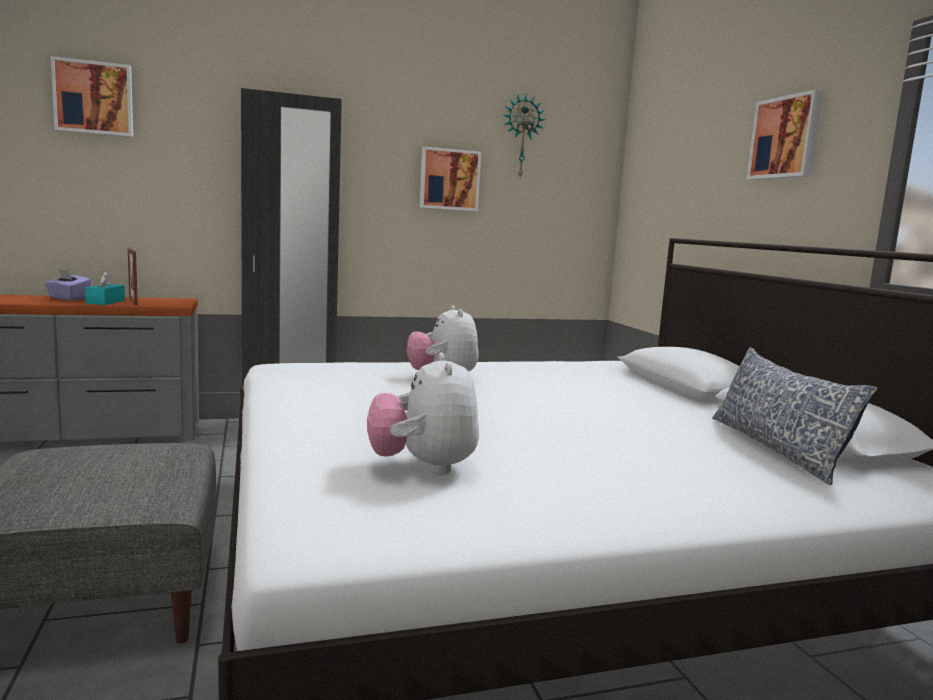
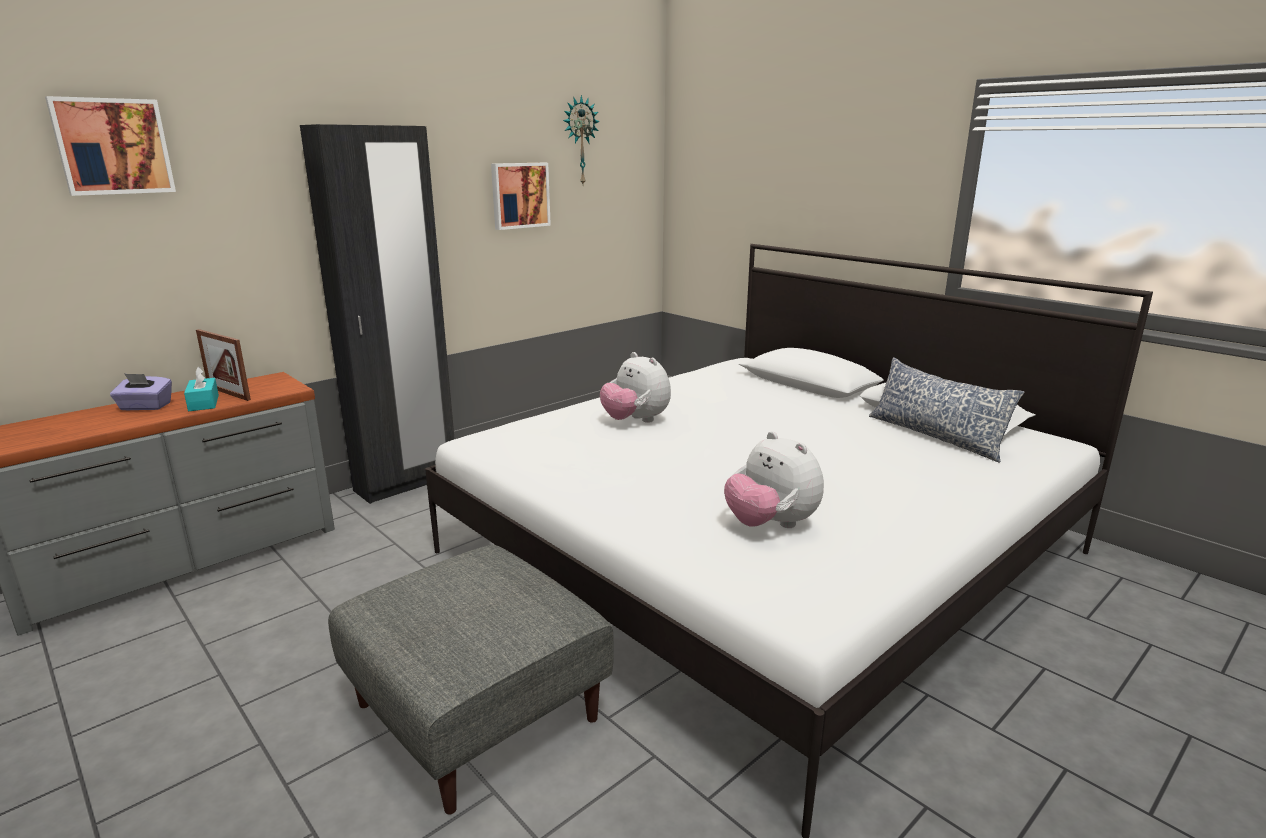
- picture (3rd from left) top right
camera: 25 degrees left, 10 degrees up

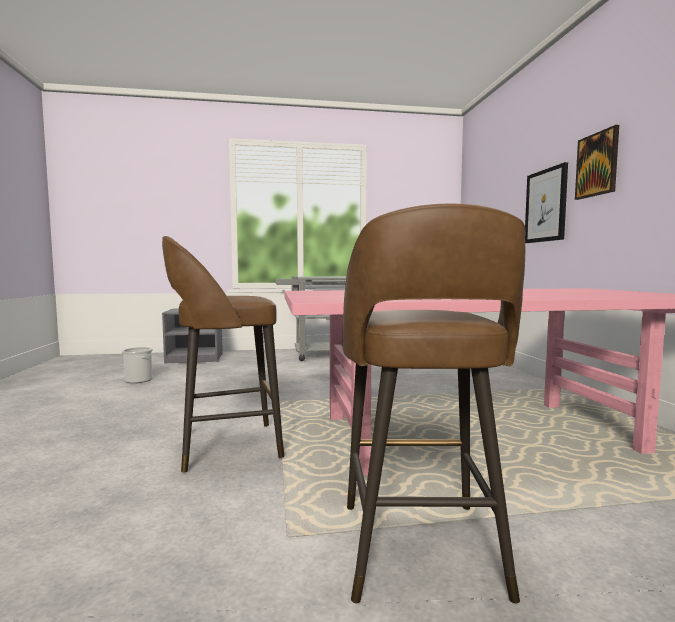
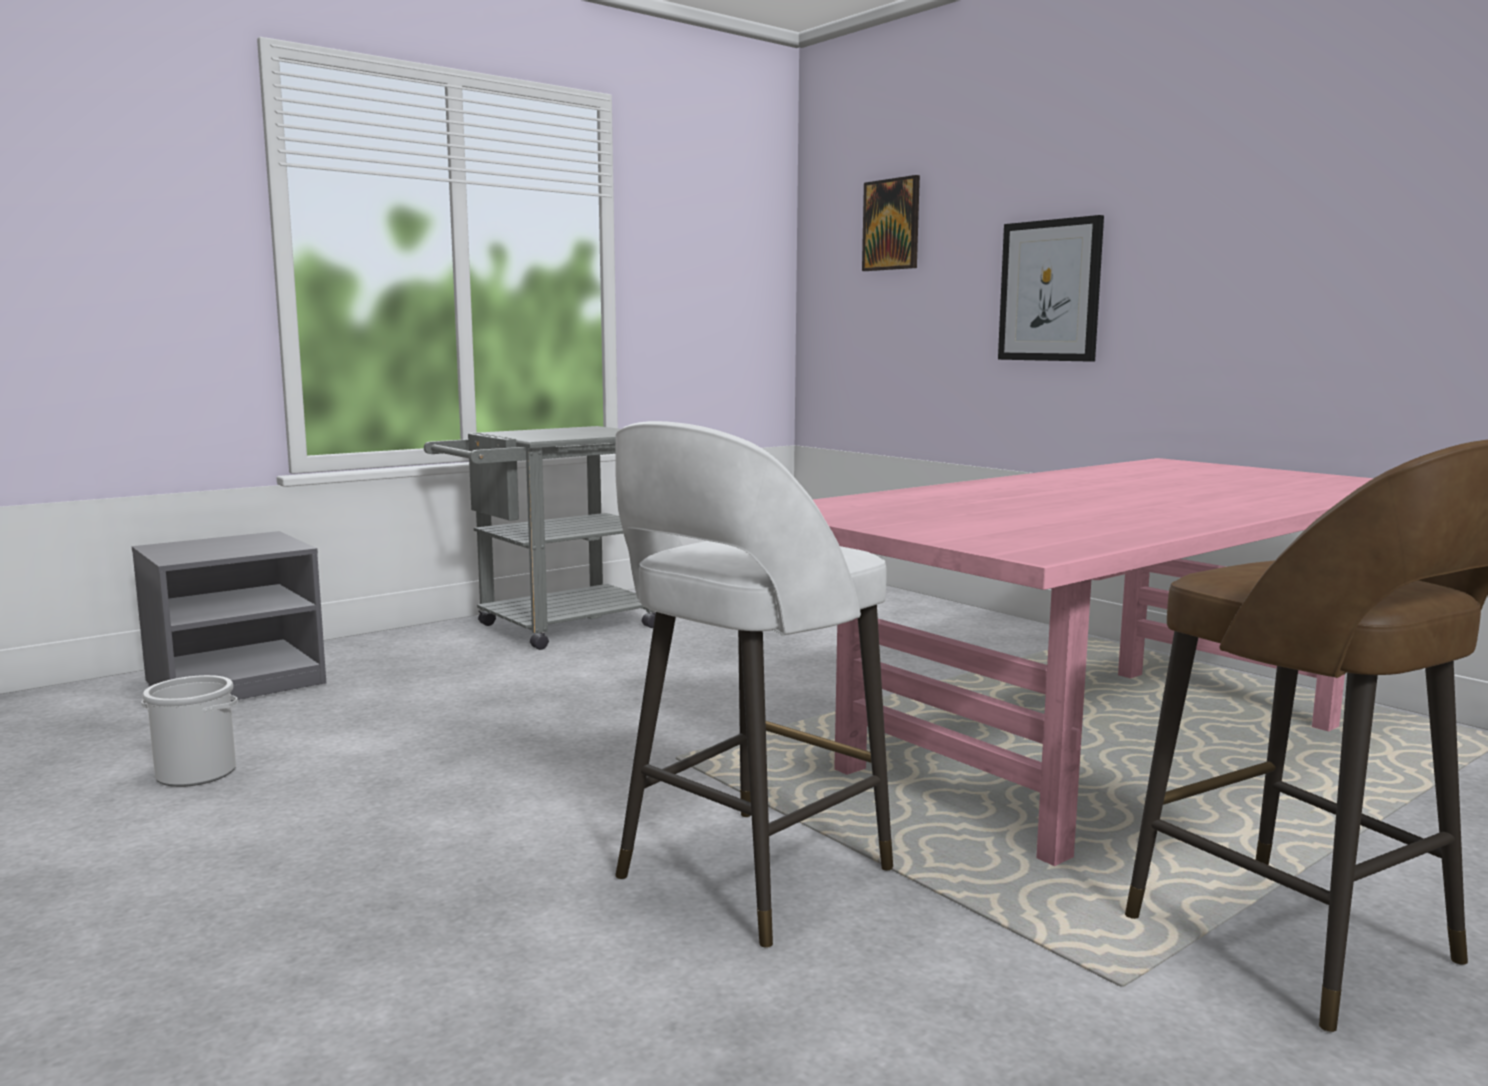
~ stool (brown) (1st from left) middle left to stool (white) centre
~ picture (2nd from left in the first image) top right to picture (1st from left) top centre
camera: 30 degrees left, 5 degrees up

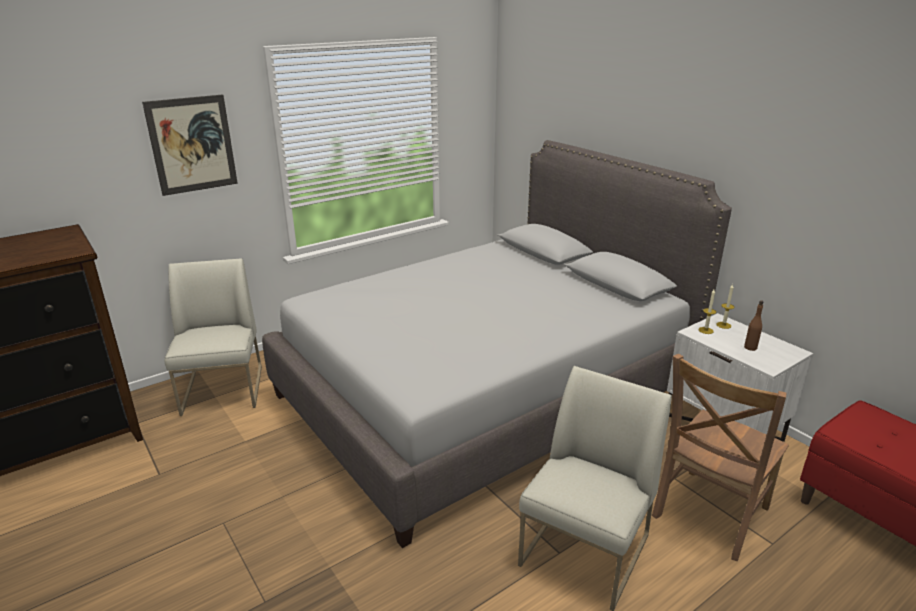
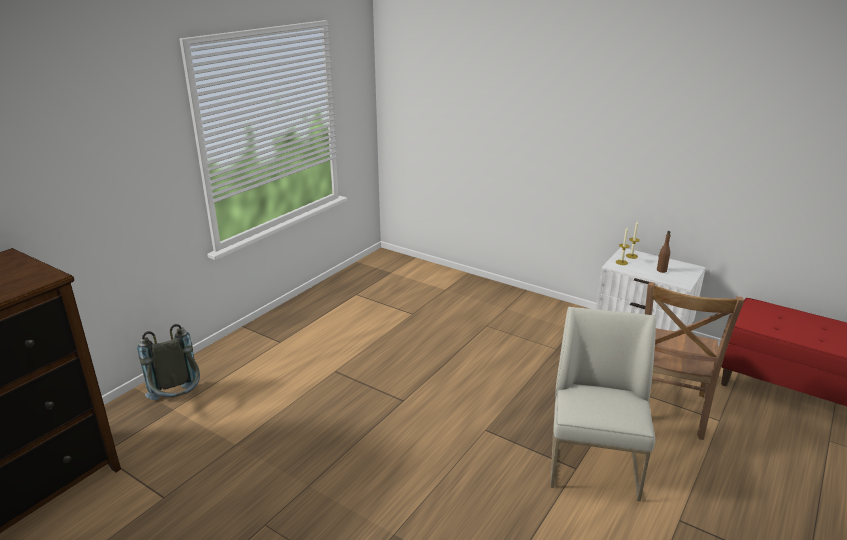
- picture top left
~ chair (white) (1st from left) middle left to backpack (grey) bottom left
- bed (grey) centre
camera: 20 degrees left, 0 degrees up

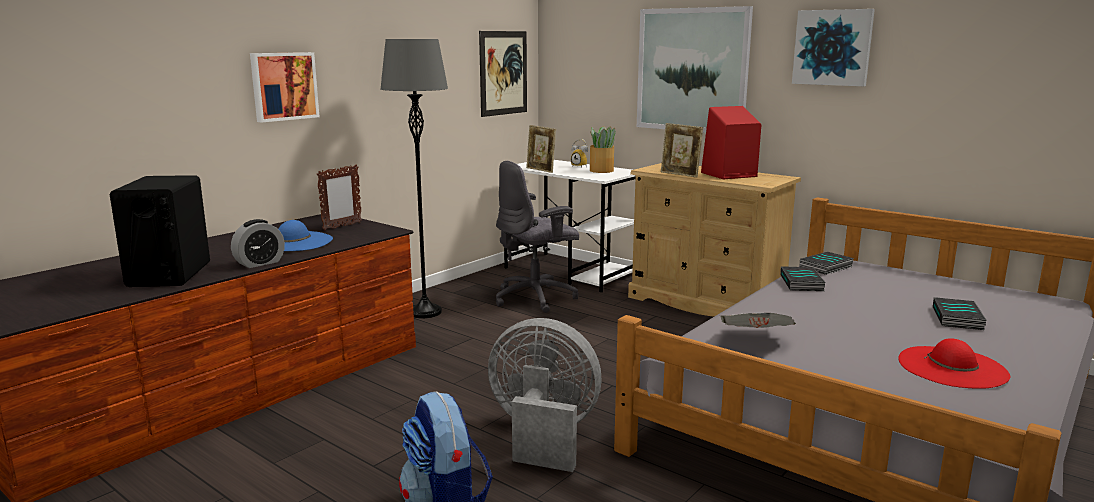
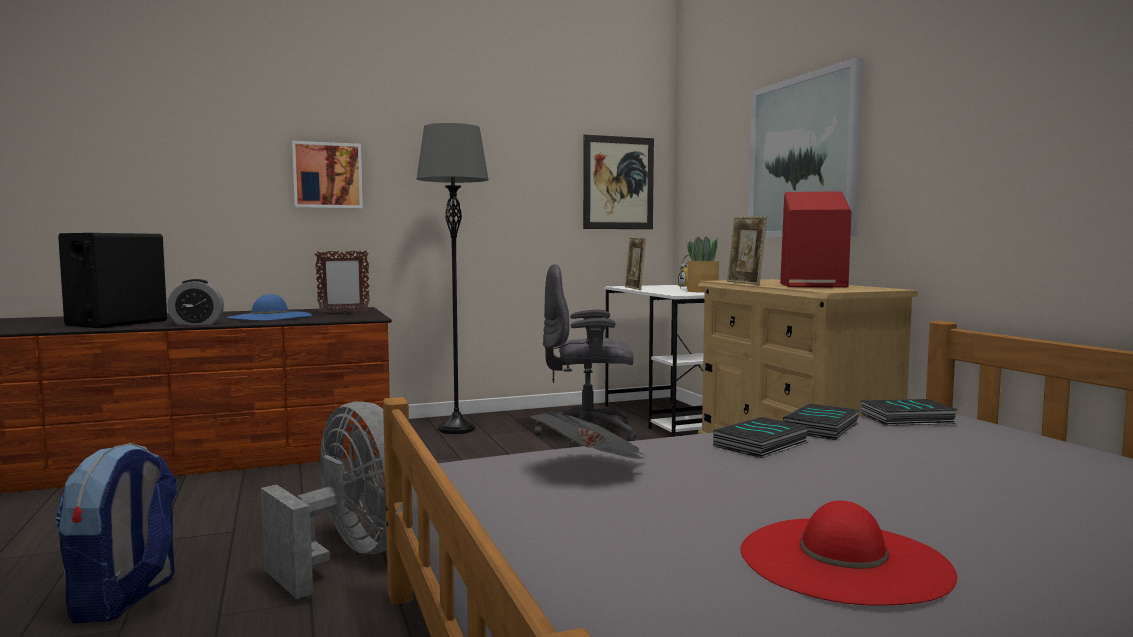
- picture (4th from left) top right
~ book (3rd from left in the first image) middle right to book (1st from left) bottom right
camera: 30 degrees right, 10 degrees down

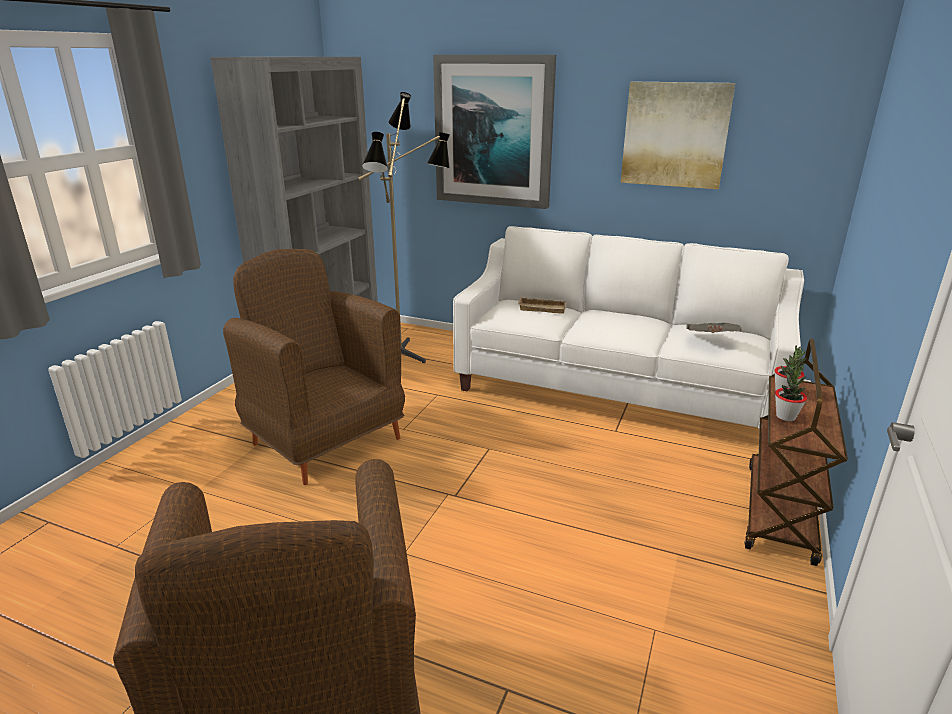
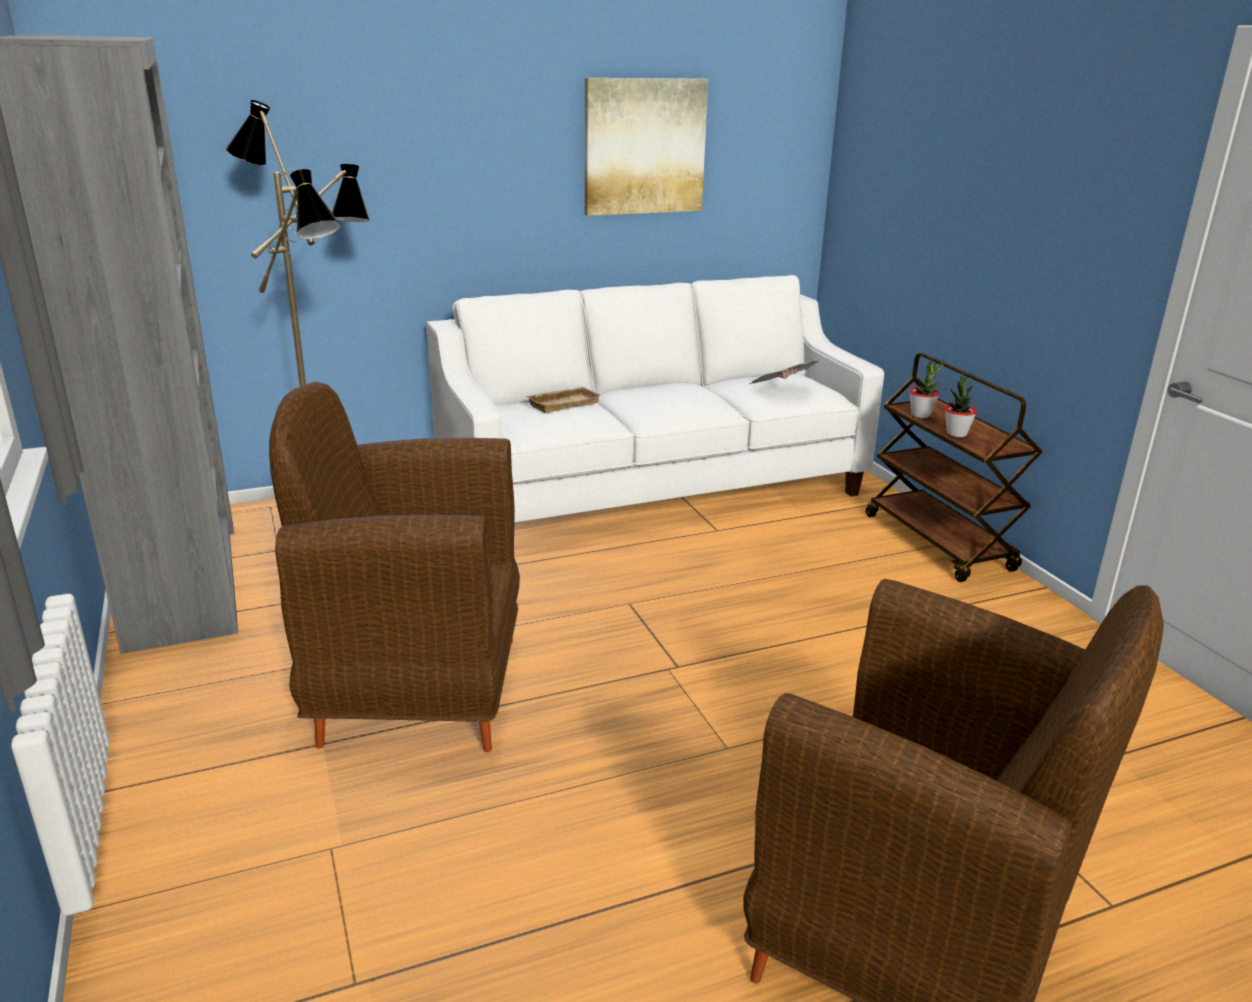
- picture (1st from left) top centre
camera: 45 degrees left, 0 degrees up

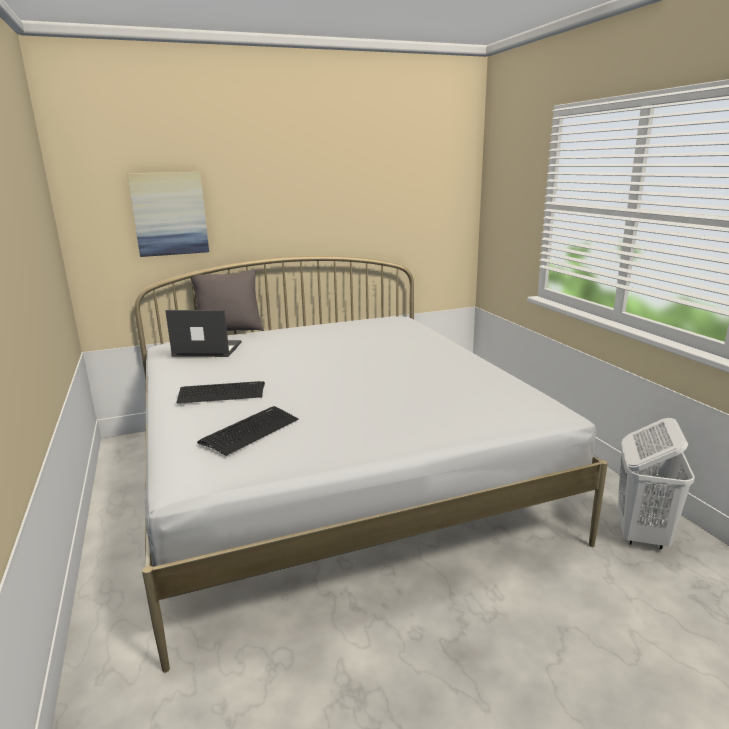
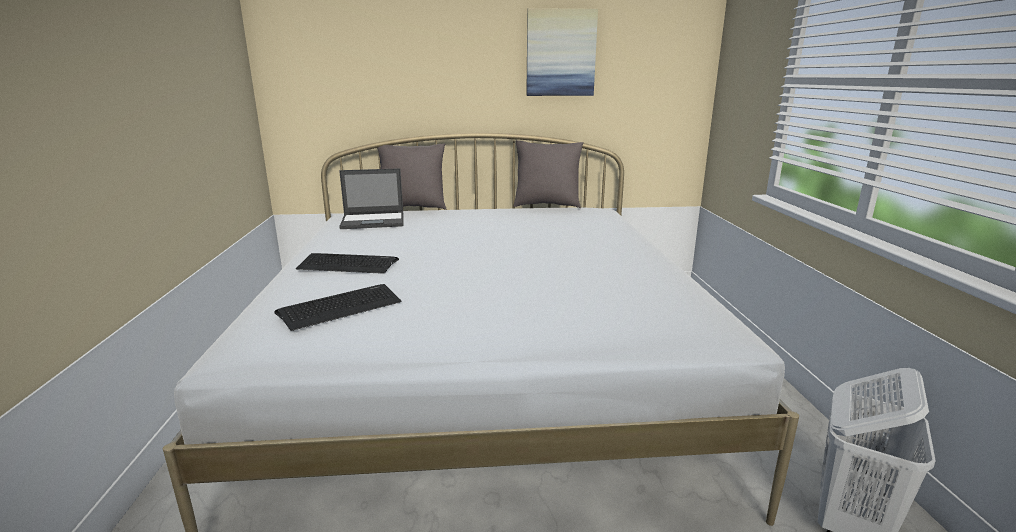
~ picture top left to top centre
~ laptop middle left = centre 150 degrees clockwise
+ pillow (grey) (2nd from left) top centre
camera: 15 degrees right, 0 degrees up

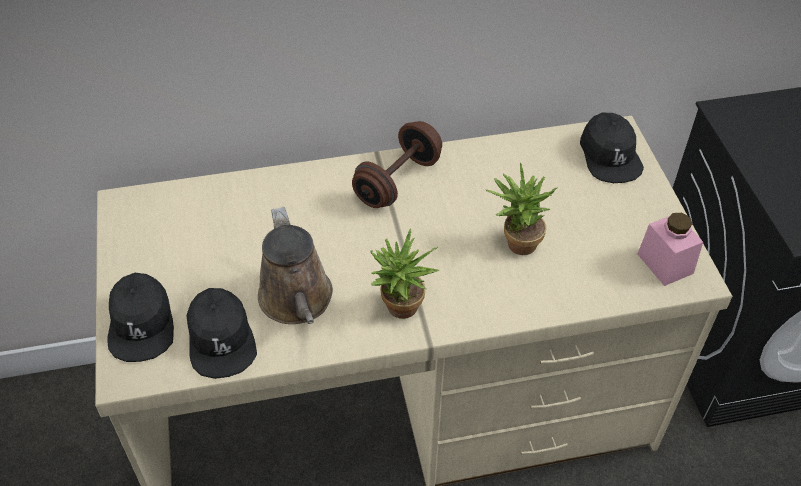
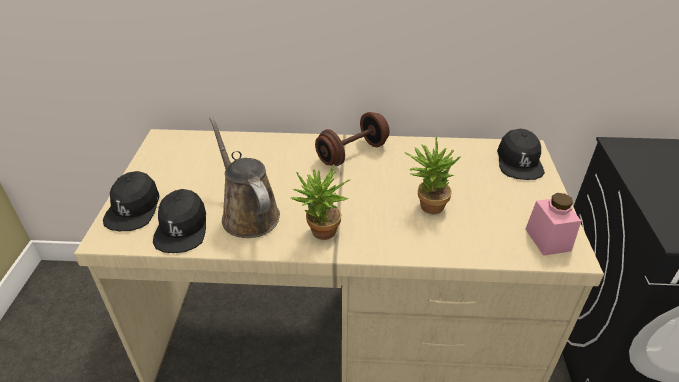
~ watering can (brown) centre = centre 150 degrees clockwise
camera: 15 degrees right, 10 degrees down

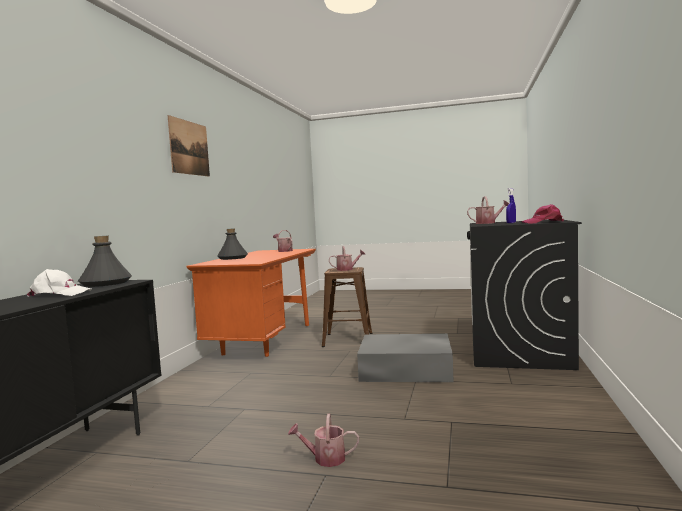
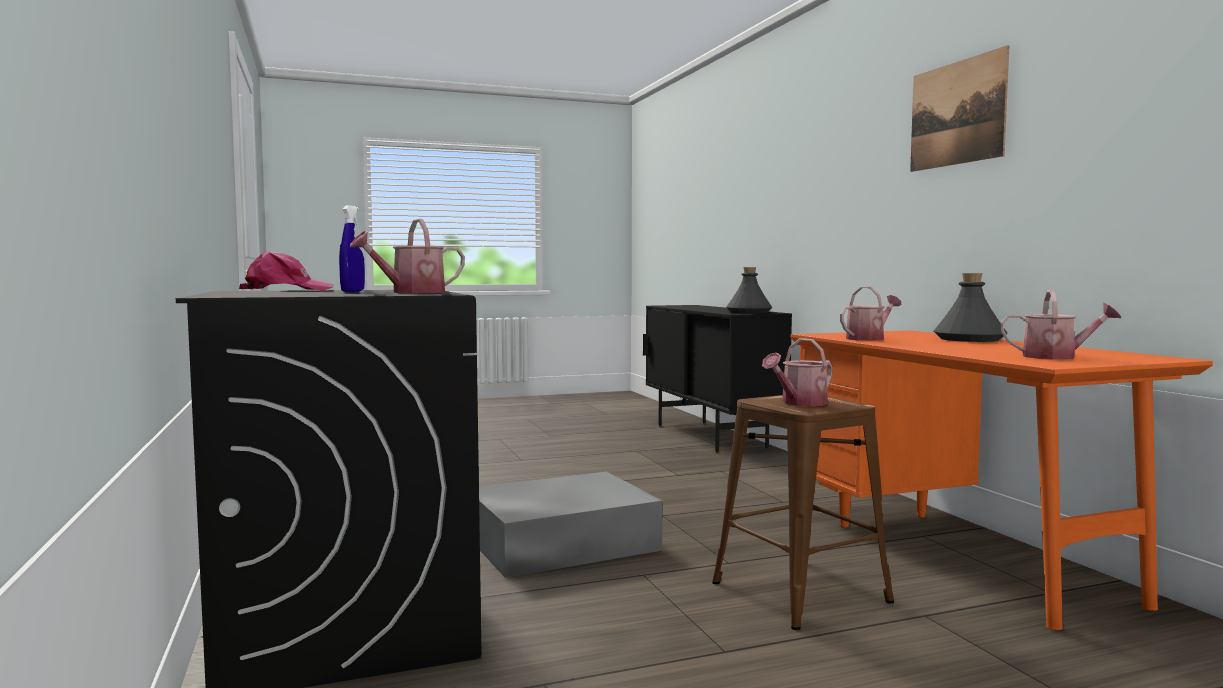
- cap (white) middle left
~ watering can (2nd from left in the first image) bottom centre to watering can (3rd from left) middle right
camera: 145 degrees right, 0 degrees up

